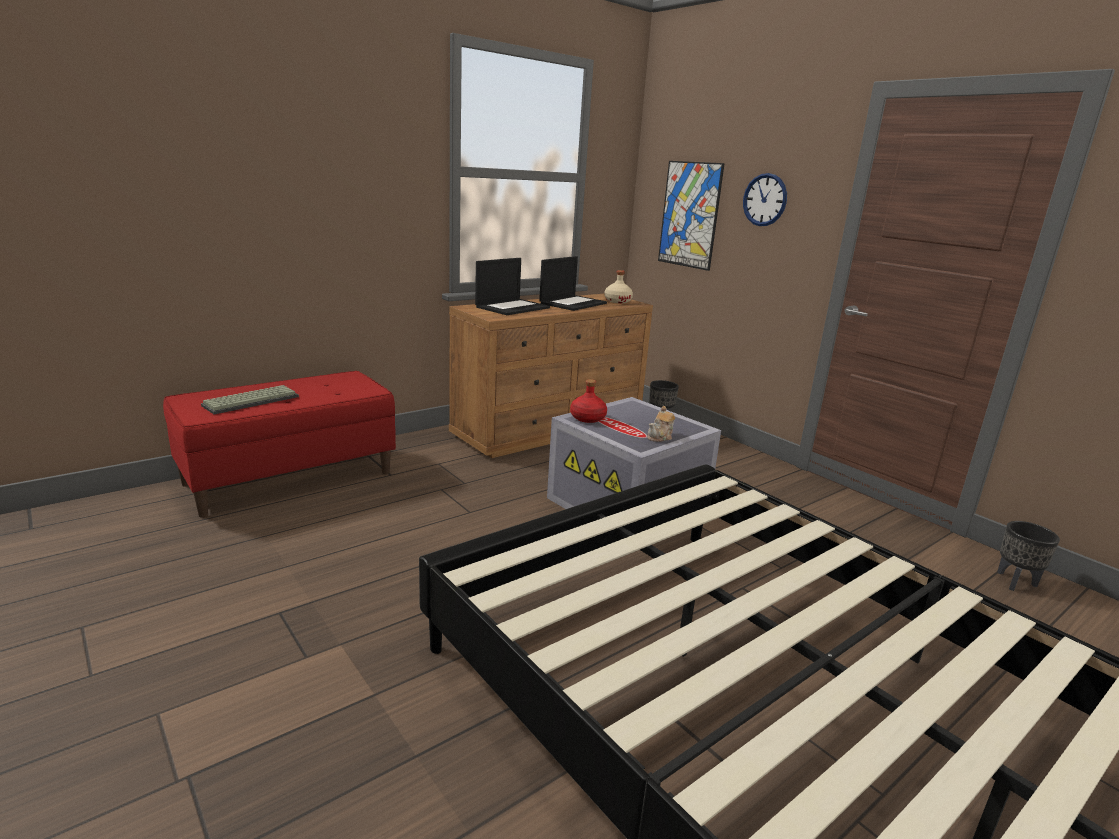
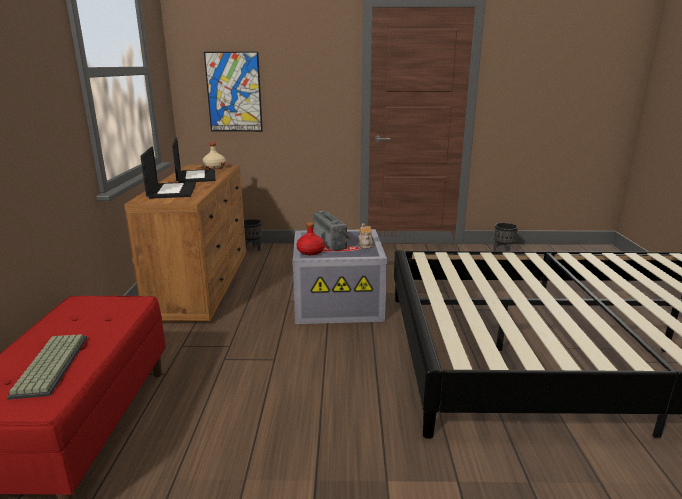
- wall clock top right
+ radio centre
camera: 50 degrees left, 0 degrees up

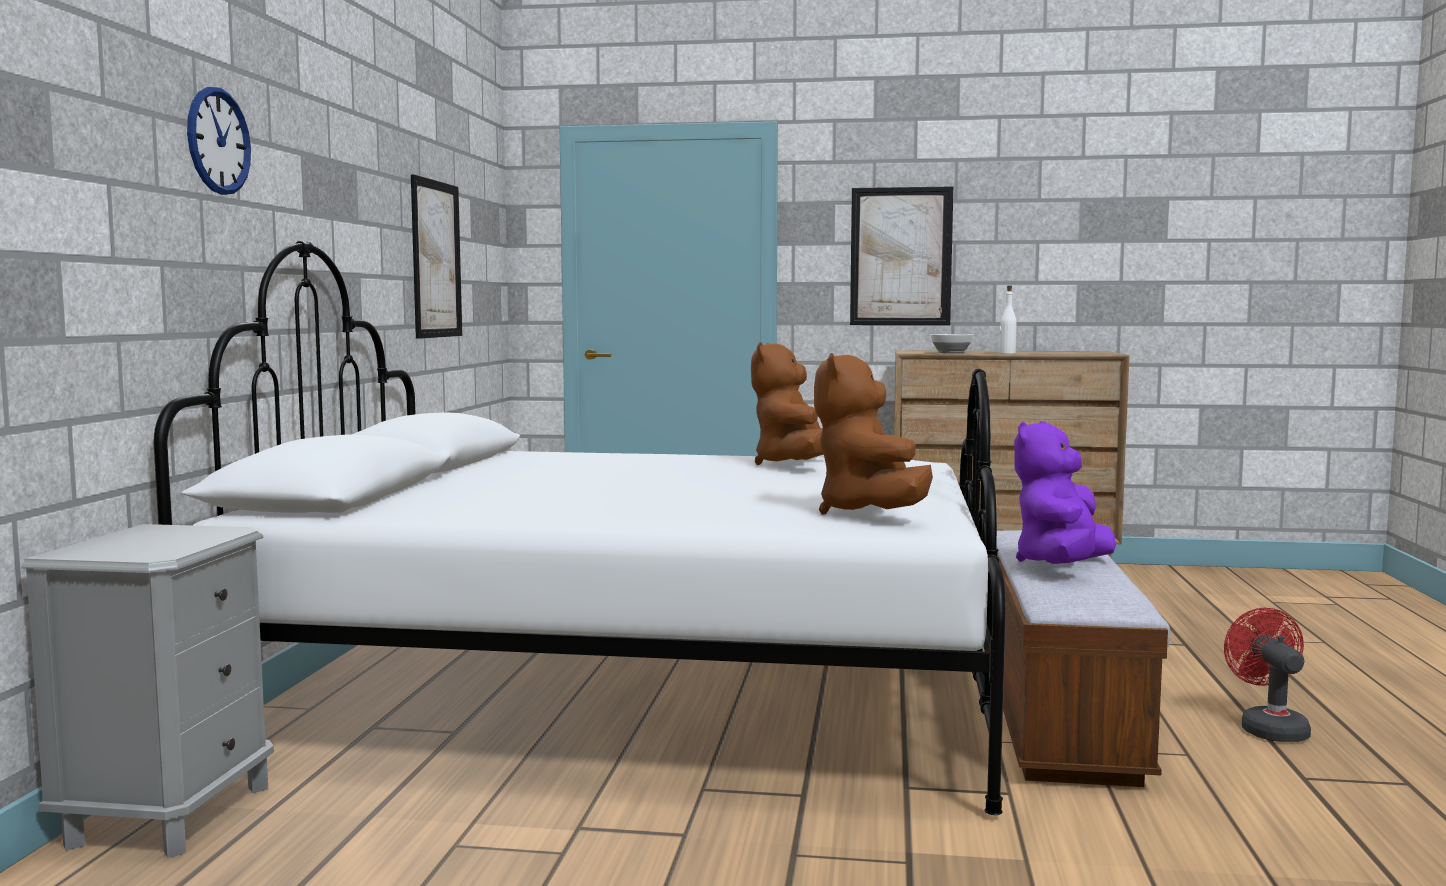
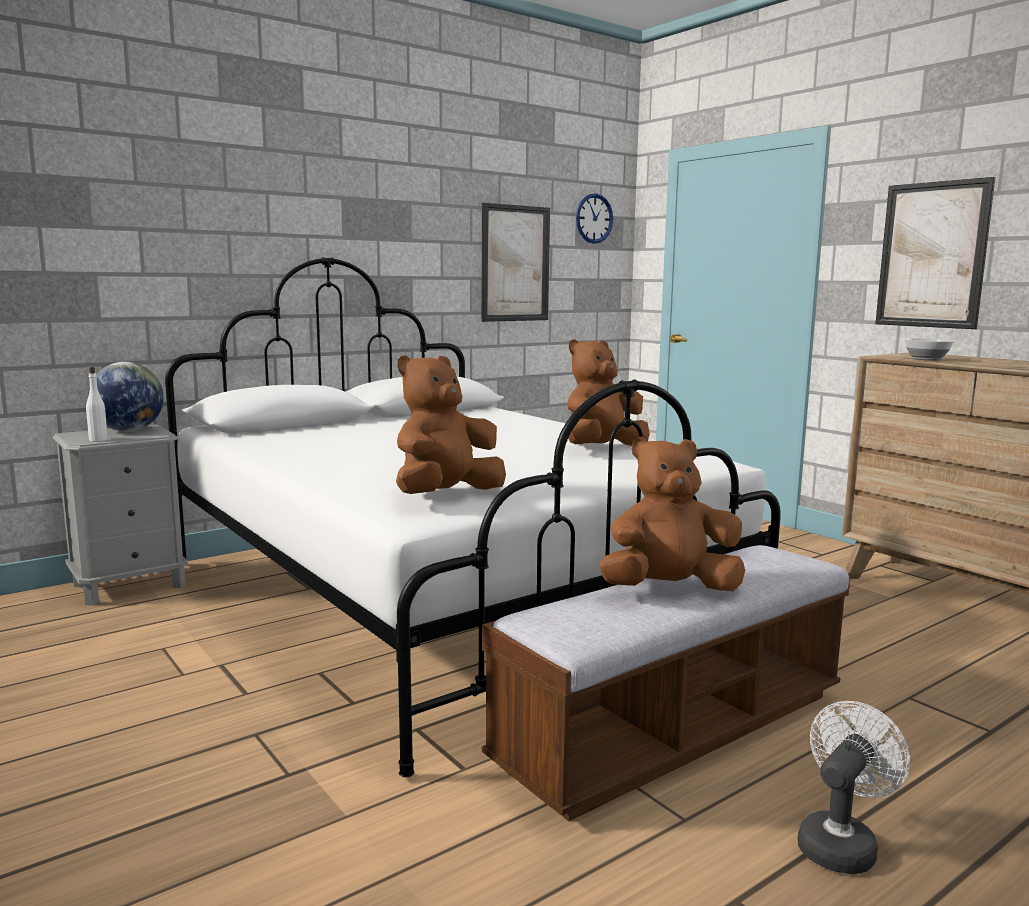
~ wall clock top left to top centre
~ bottle (white) middle right to middle left
~ plush toy (purple) middle right to plush toy (brown) (3rd from left) centre
~ fan (red) bottom right to fan (white) bottom right
+ globe middle left
camera: 45 degrees right, 5 degrees up

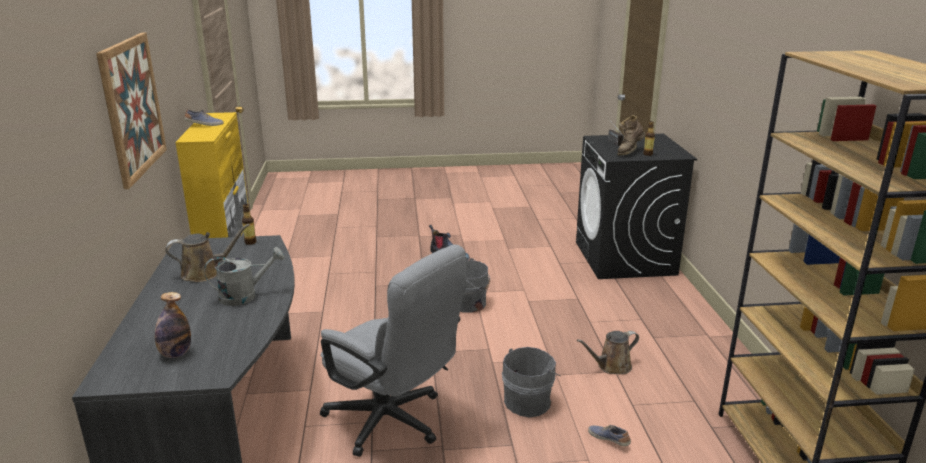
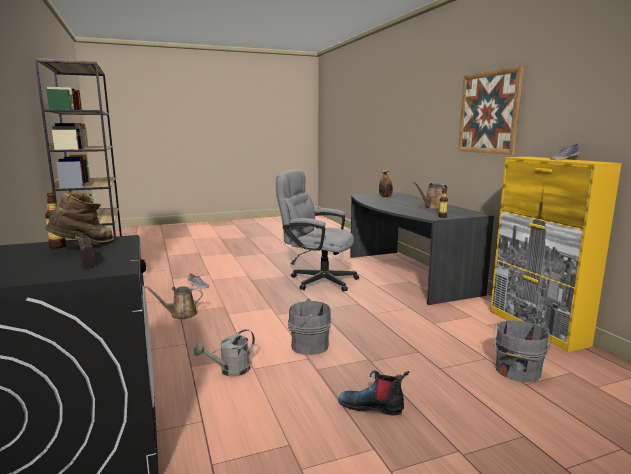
~ watering can (grey) middle left to bottom centre
~ bucket (grey) (2nd from left) bottom centre to bottom right
~ watering can (brown) (2nd from left in the first image) bottom centre = middle left 150 degrees counterclockwise
camera: 165 degrees right, 10 degrees down

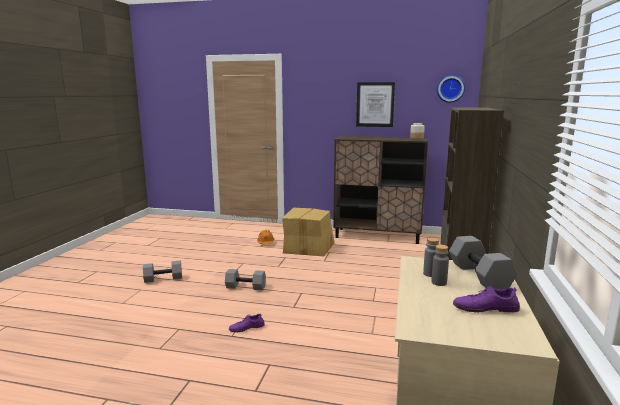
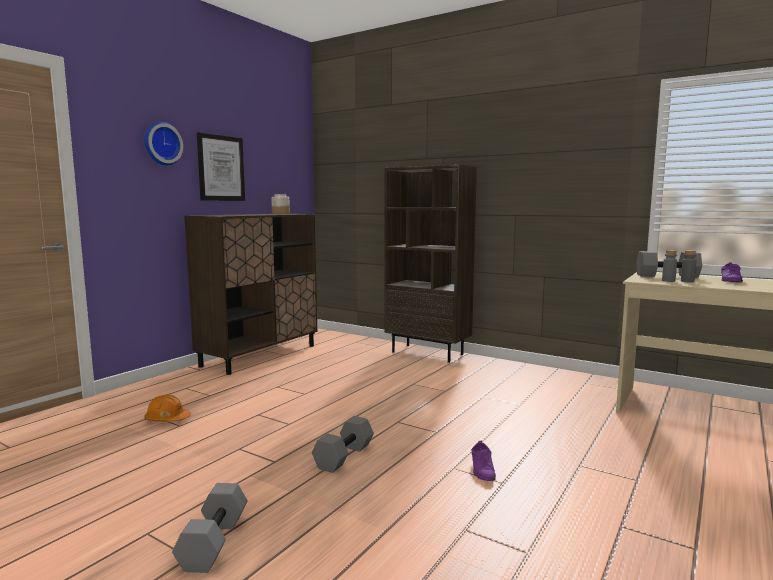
- cardboard box centre
~ wall clock top right to top left
camera: 70 degrees left, 5 degrees down

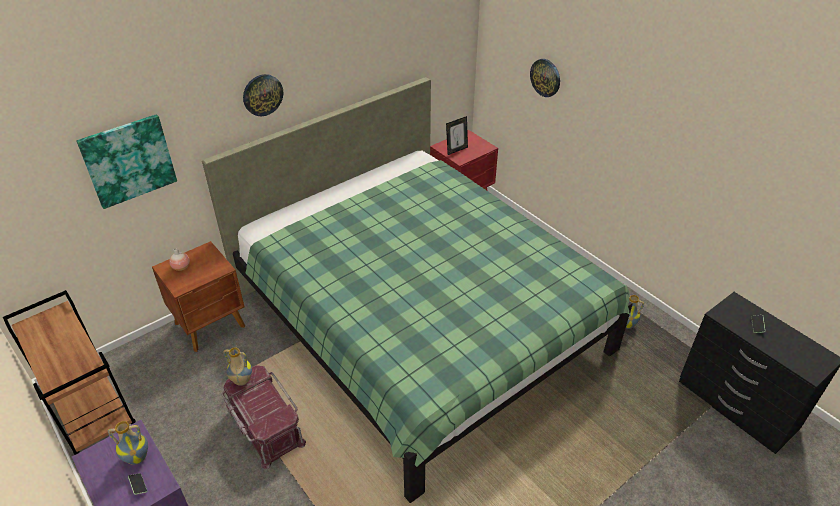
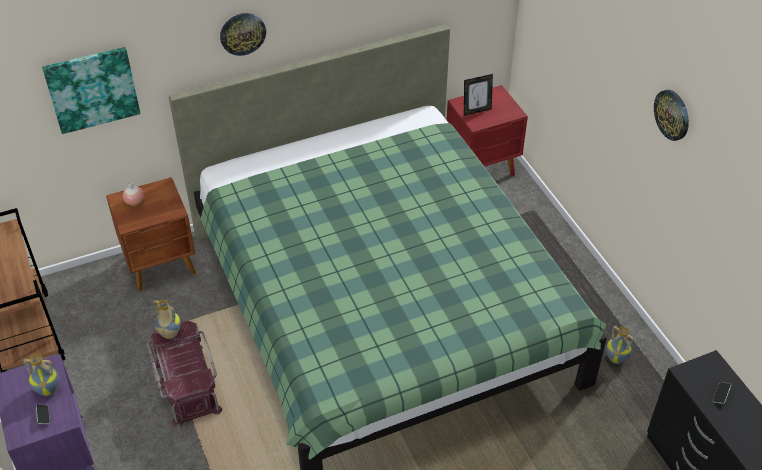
~ wall clock (2nd from left) top centre to top right
camera: 15 degrees right, 5 degrees up

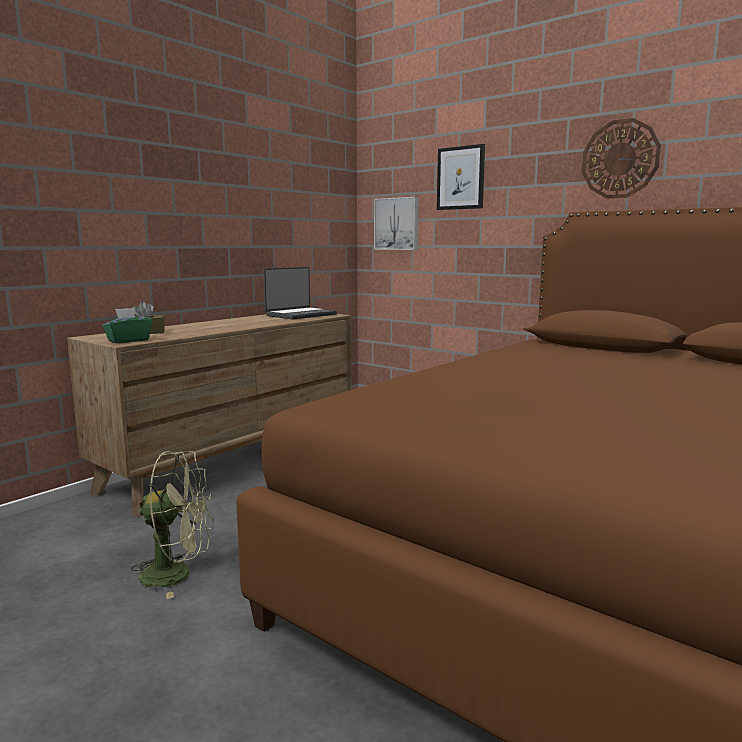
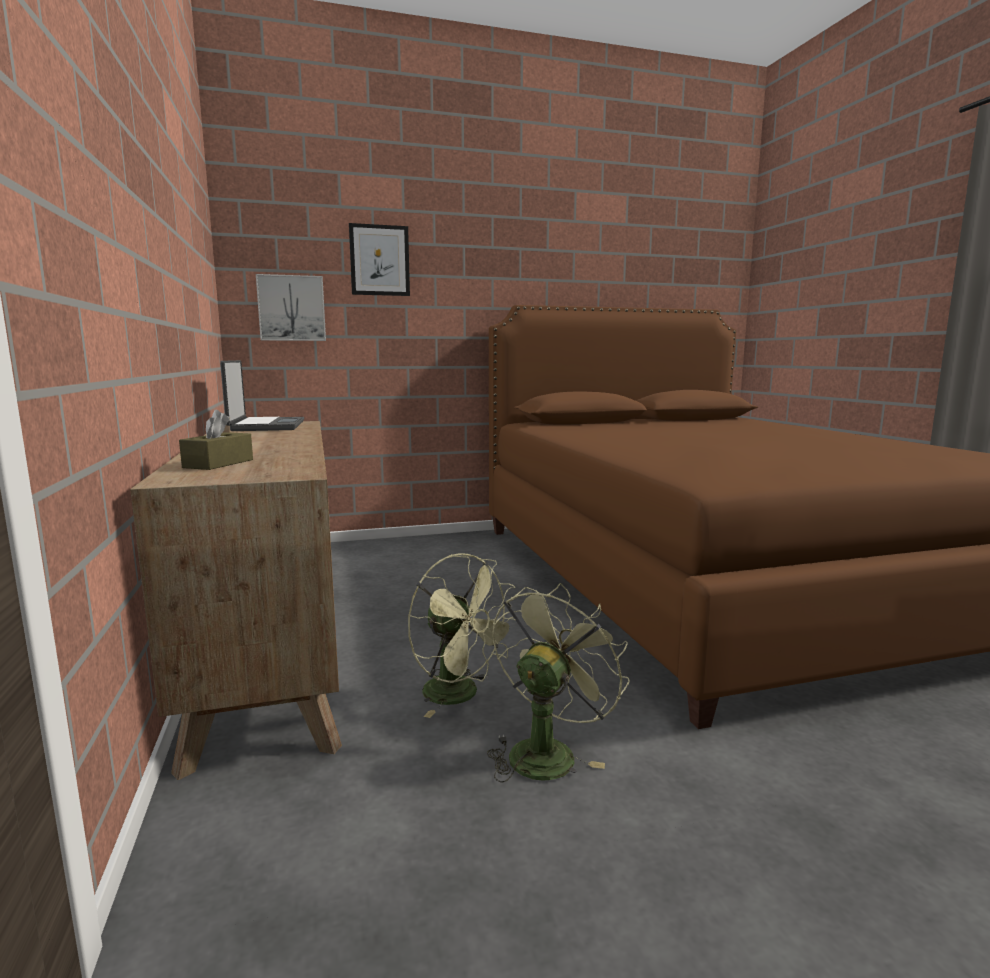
- tissue box (green) middle left
- wall clock top right
+ fan (green) (1st from left) centre
camera: 55 degrees left, 0 degrees up

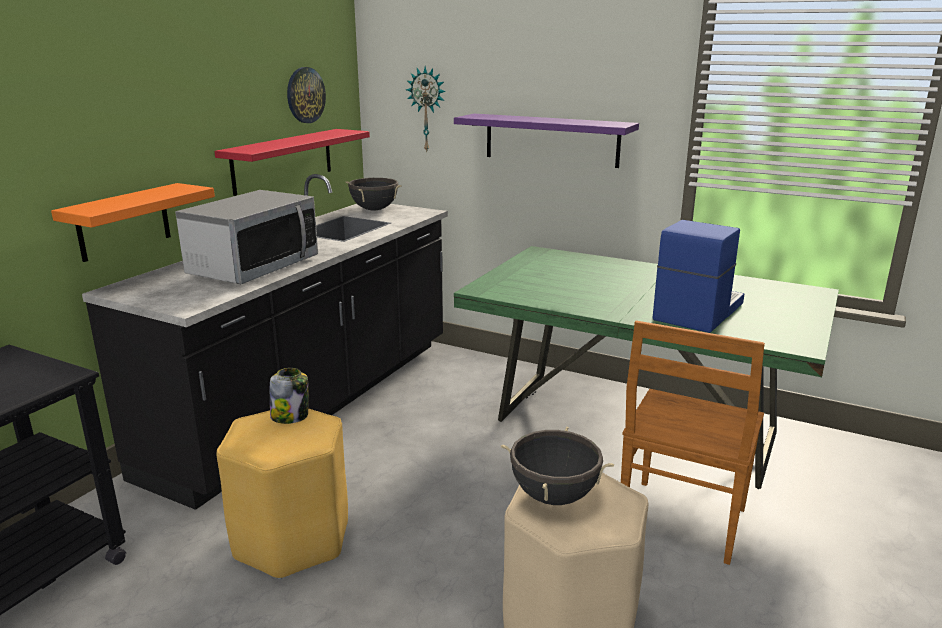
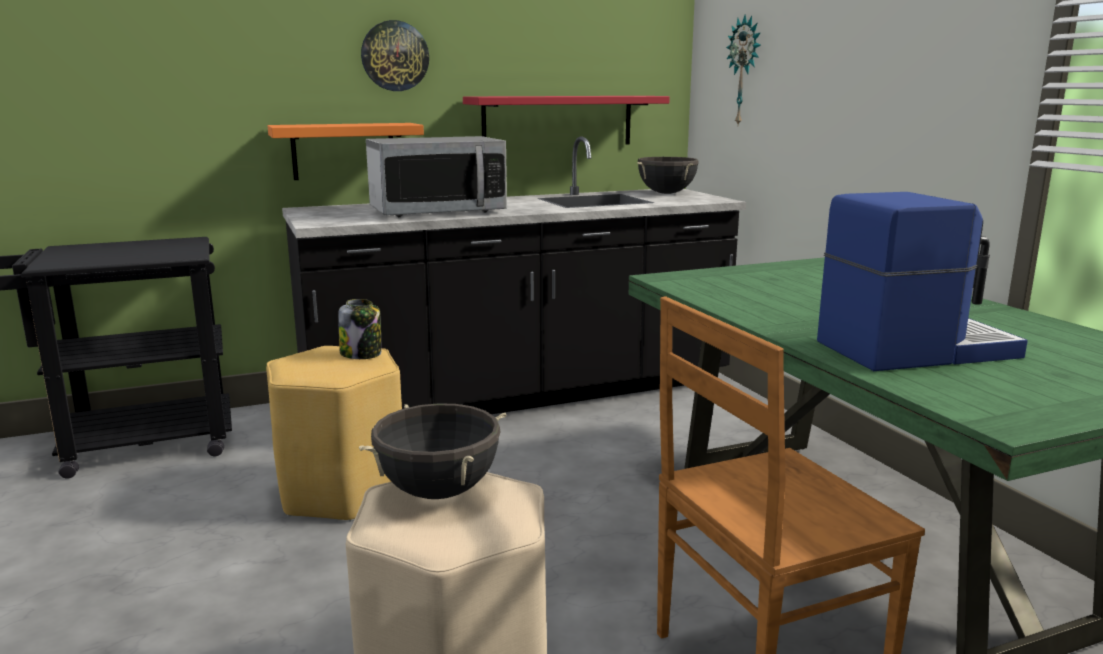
~ wall clock (1st from left) top left to top centre
- shelf (purple) top centre
camera: 40 degrees right, 5 degrees down

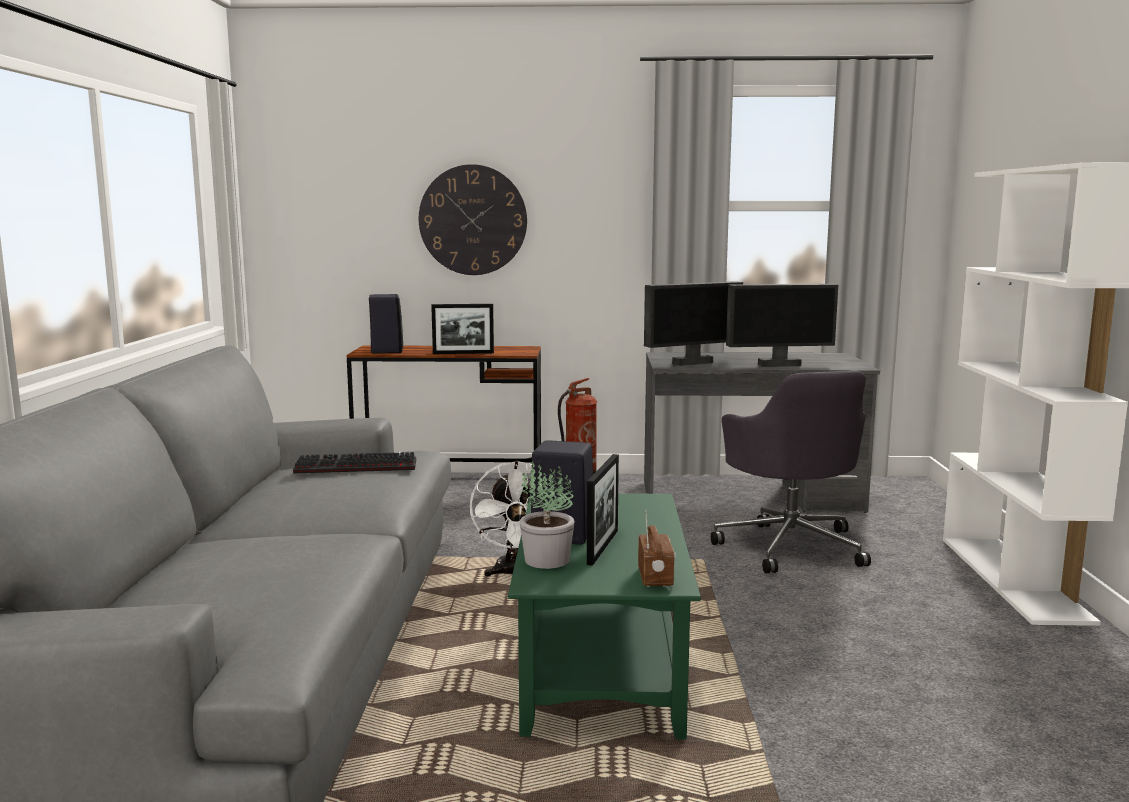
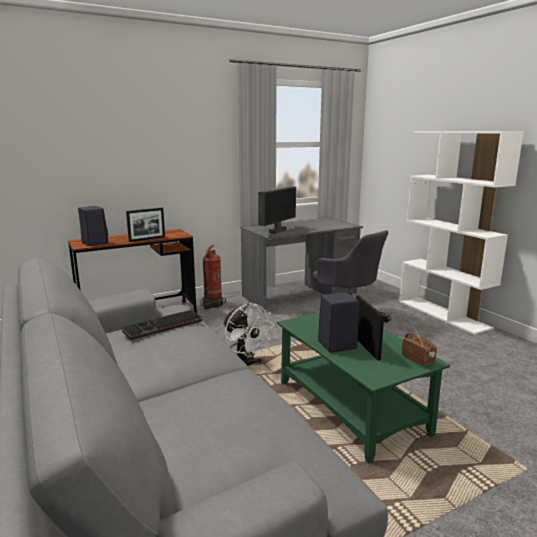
- wall clock top centre
- potted plant centre
- monitor (2nd from left) middle right
camera: 30 degrees left, 5 degrees up

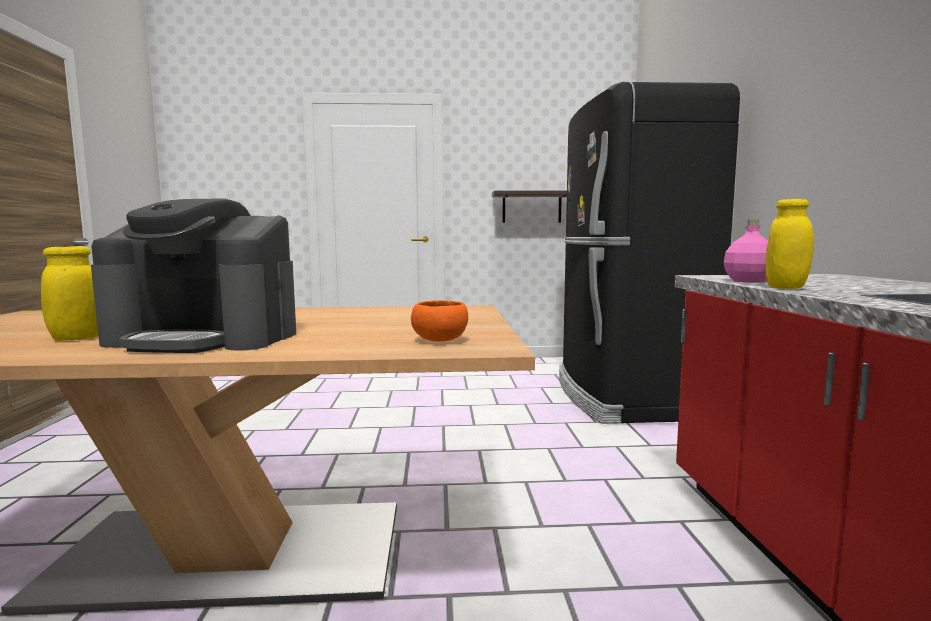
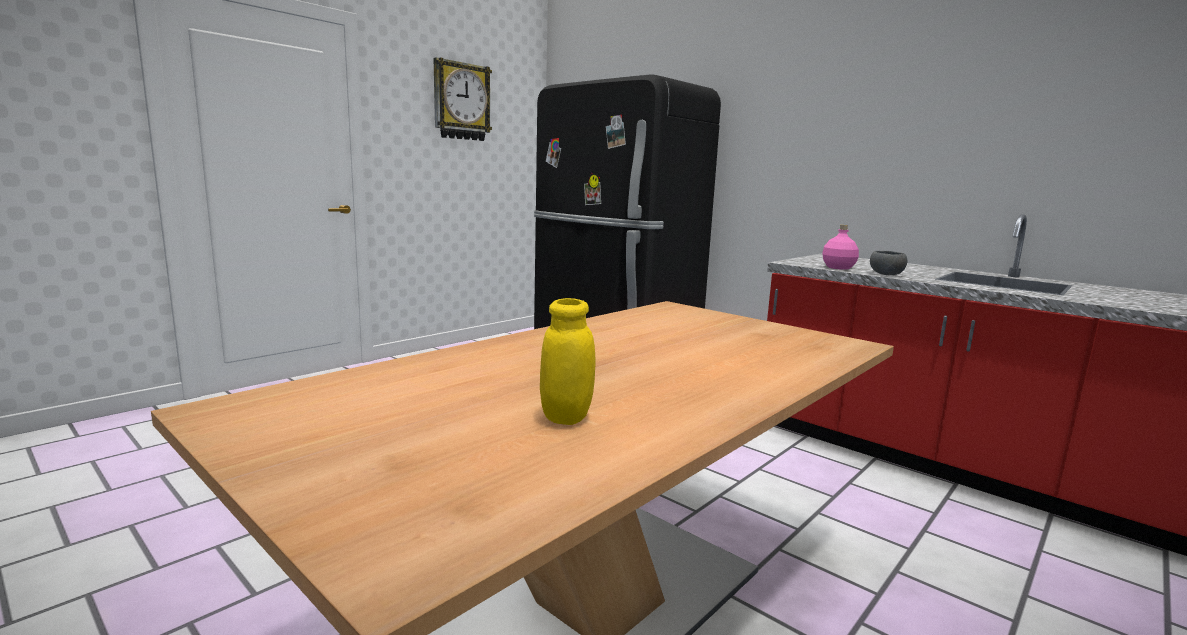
- coffee machine middle left
- bowl (orange) centre
- shelf top centre
~ jar (yellow) (2nd from left) middle right to bowl (grey) middle right
+ wall clock top centre
camera: 45 degrees left, 5 degrees up

